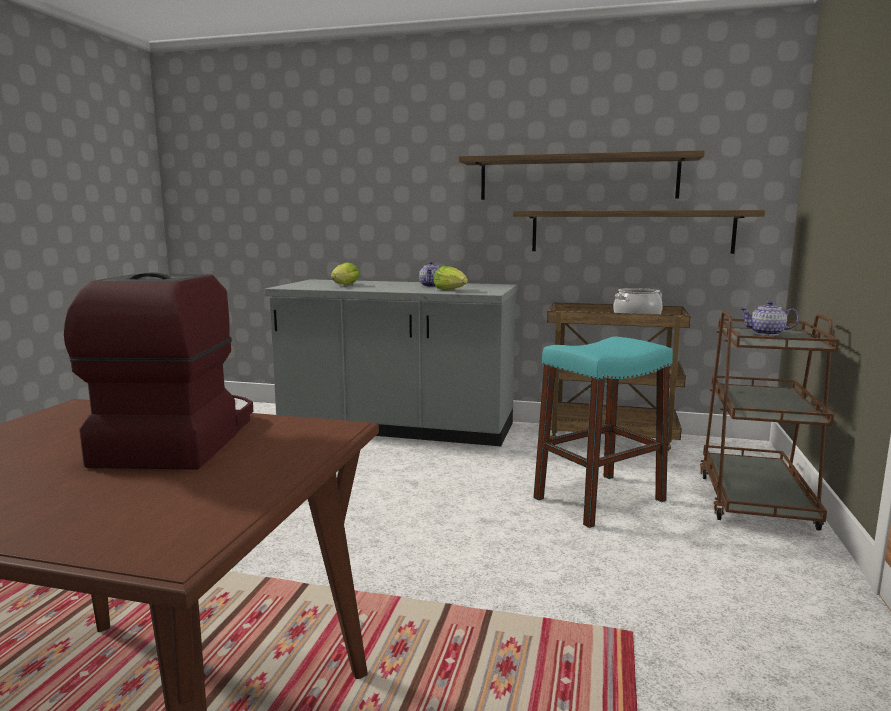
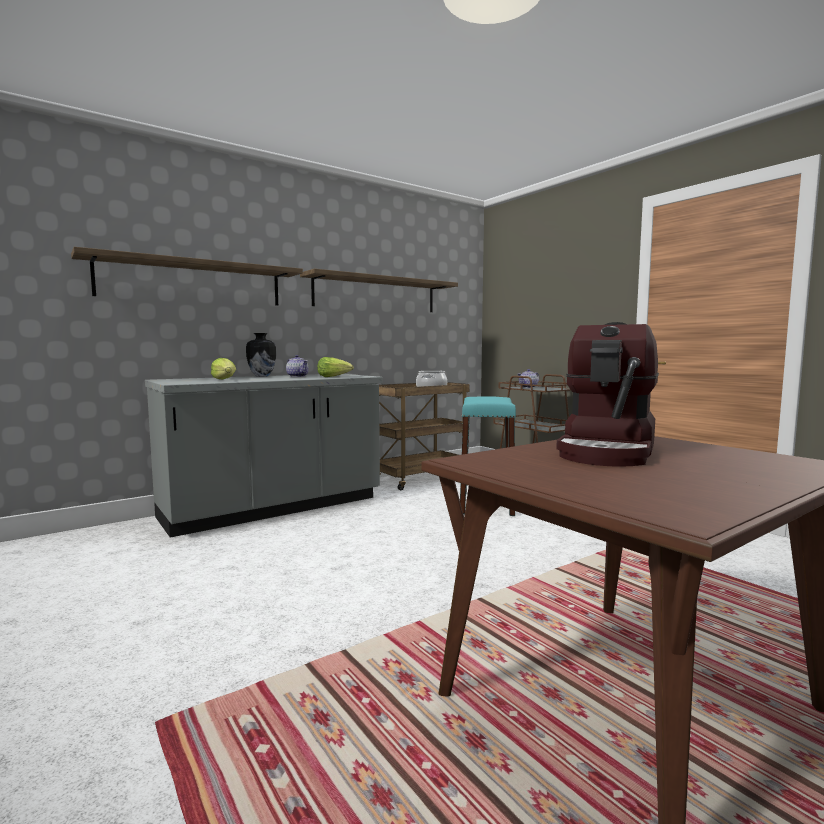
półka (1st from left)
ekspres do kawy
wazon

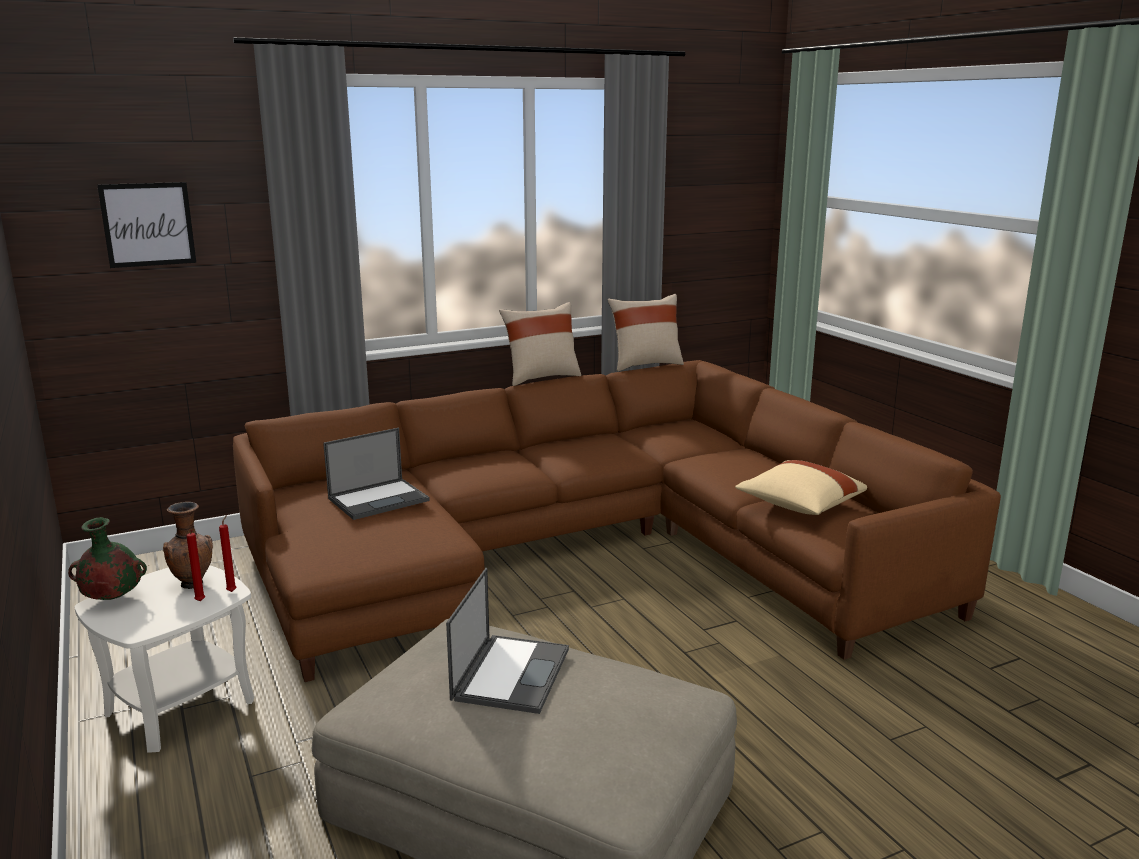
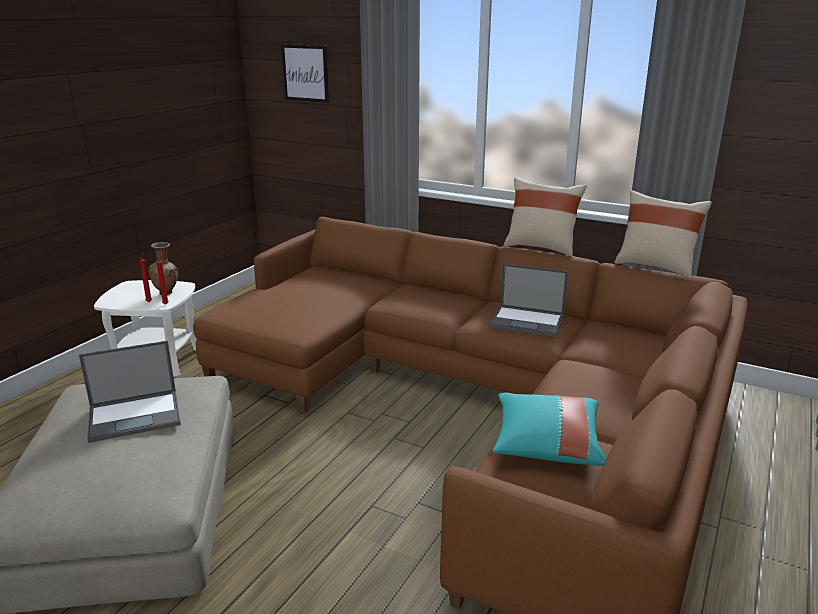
laptop (2nd from left)
poduszka (turkusowy)
wazon (zielony)

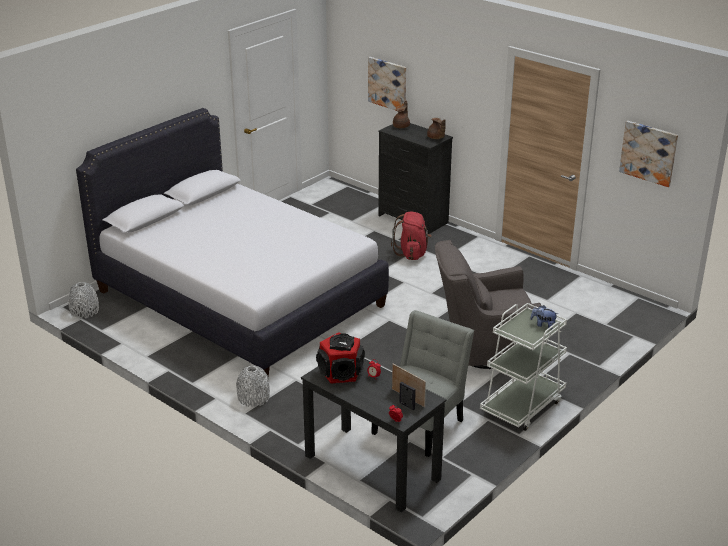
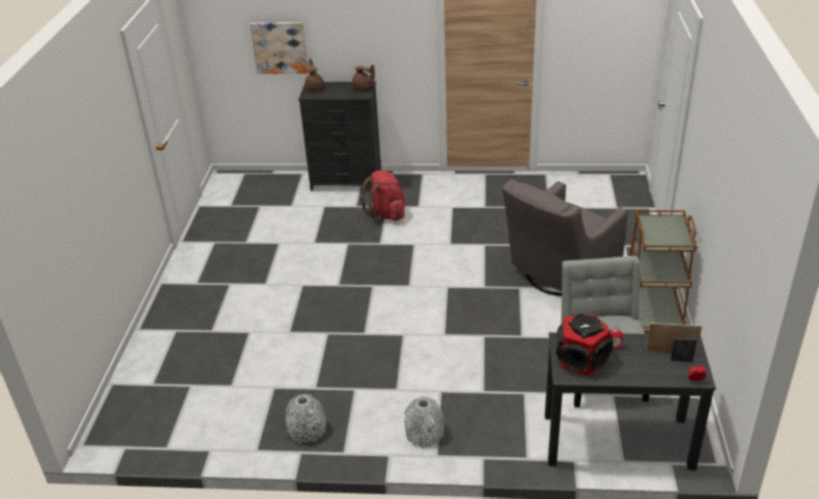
łóżko (biały)
obraz (2nd from left in the first image)
wazon (szary) (1st from left)
wózek (brązowy)
pluszak

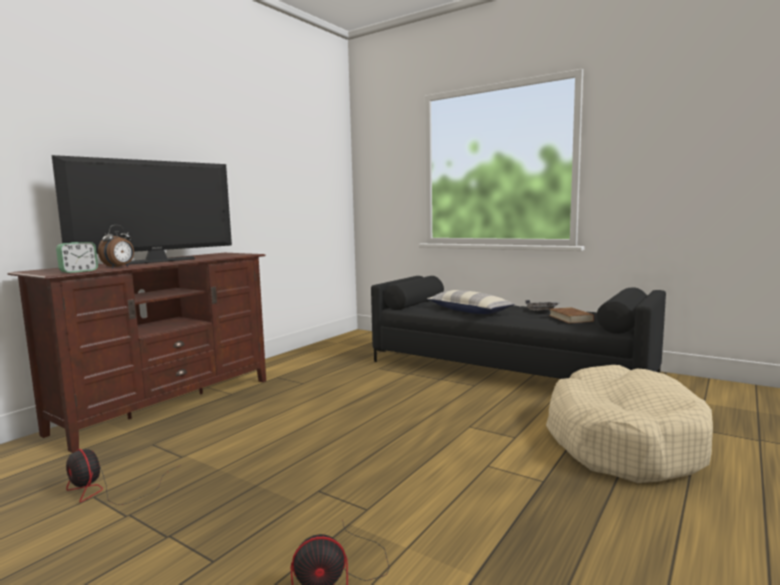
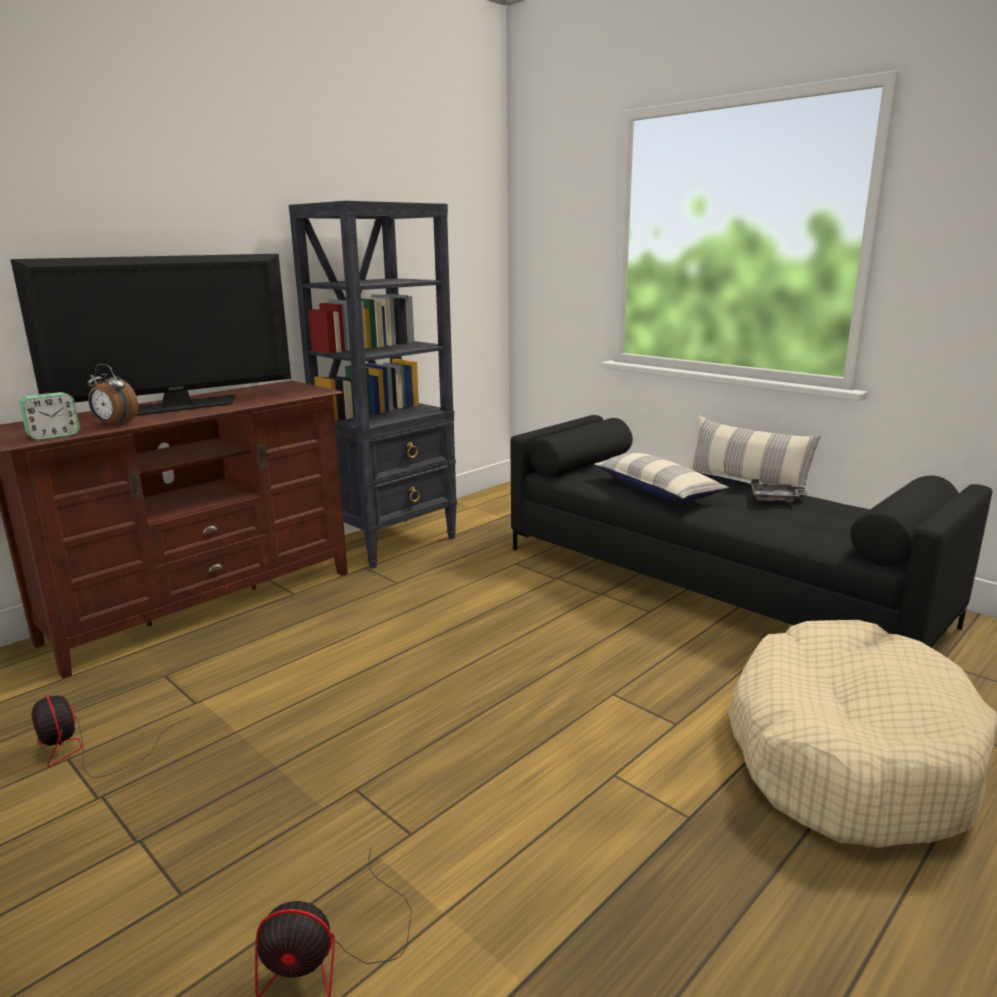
budzik (2nd from left)
książka (brązowy)
regał (czarny)
poduszka (2nd from left)

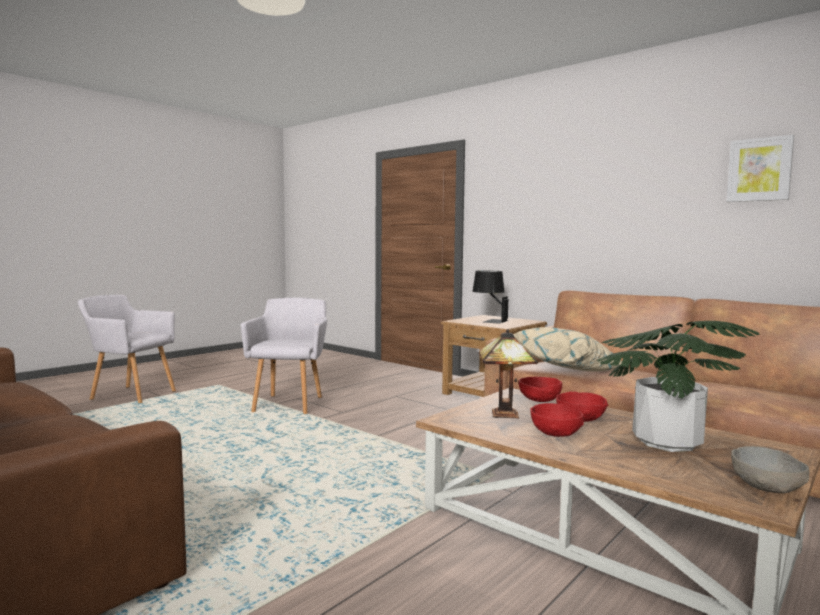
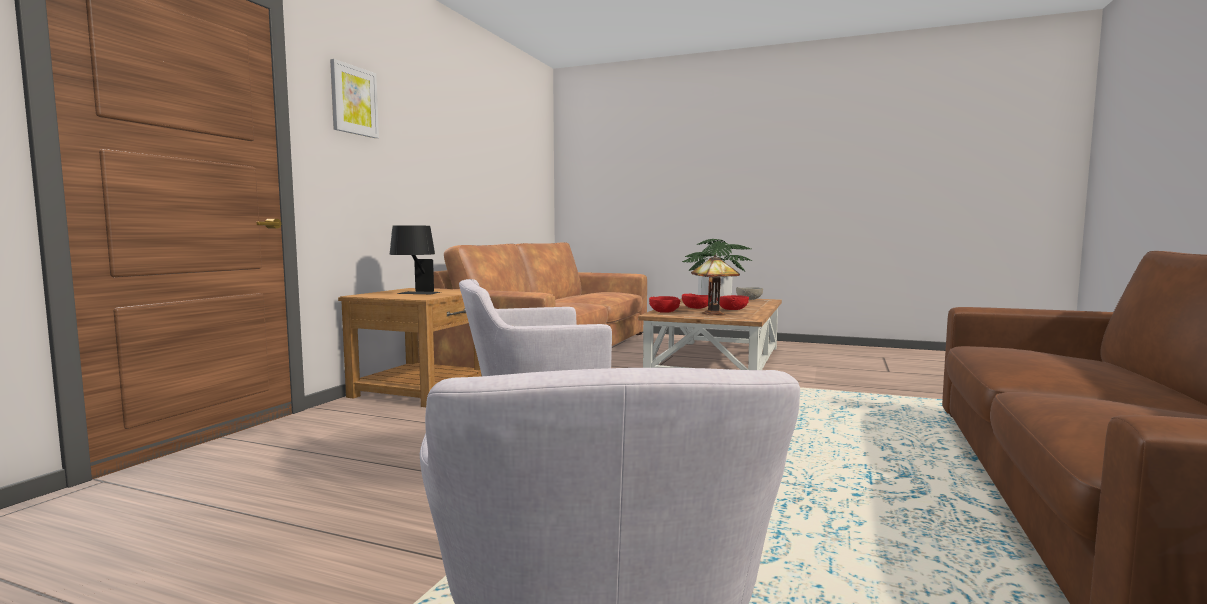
obraz
poduszka (beżowy)

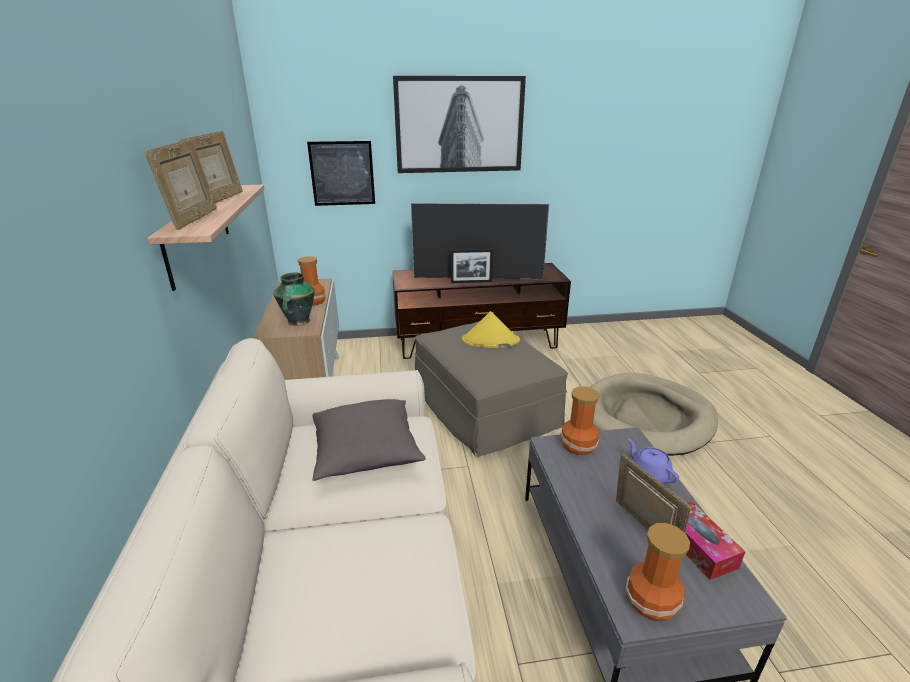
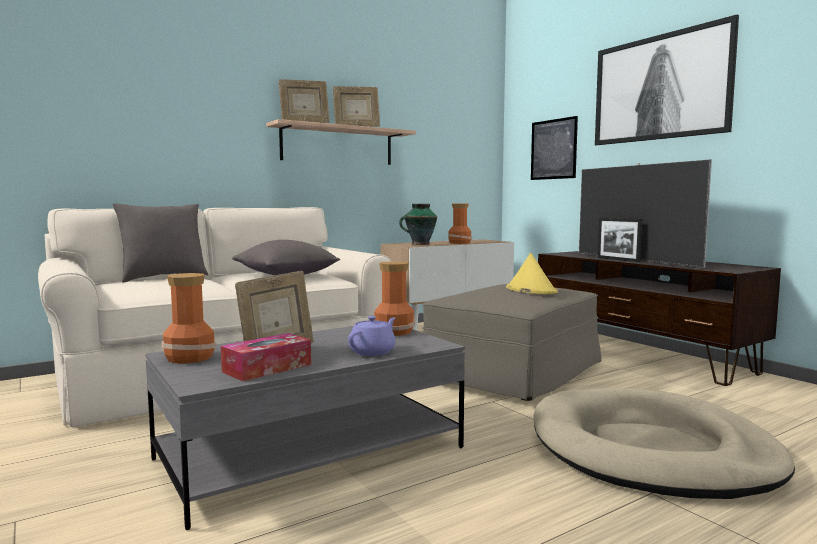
poduszka (szary) (1st from left)

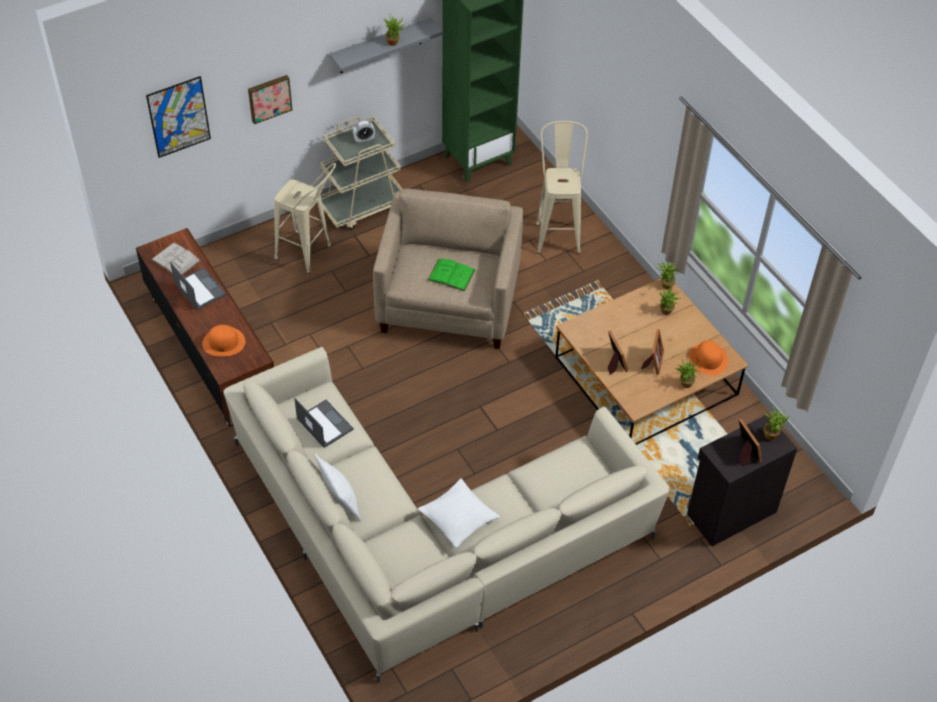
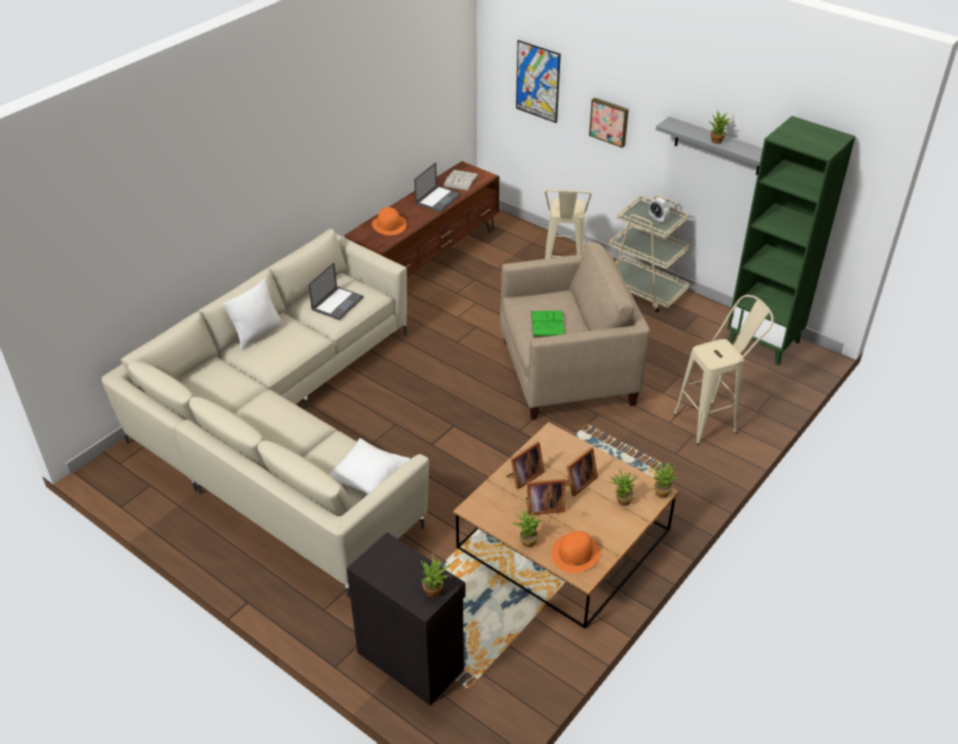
ramka na zdjęcie (3rd from left)
poduszka (biały) (2nd from left)

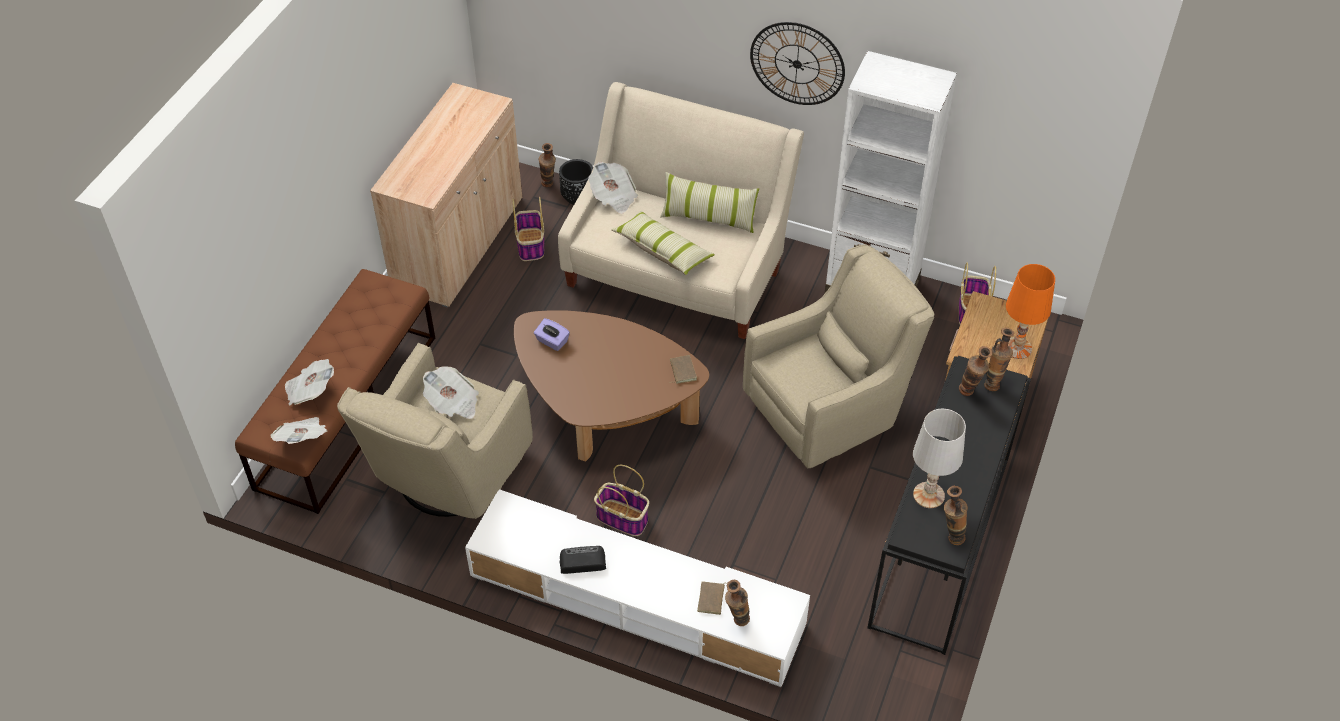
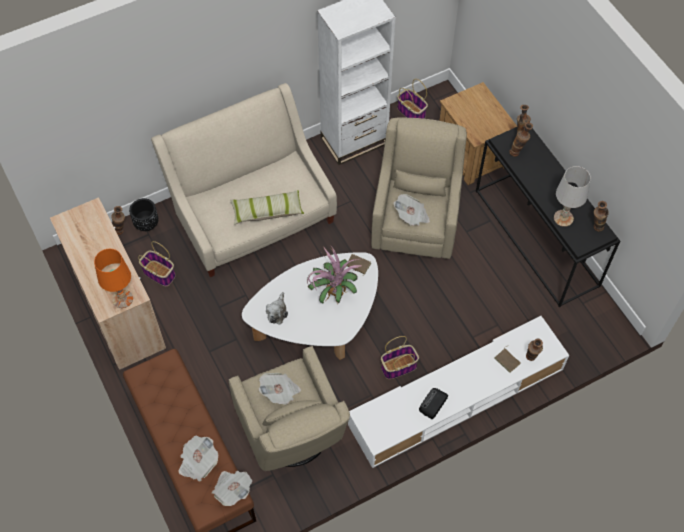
zegar ścienny
gazeta (4th from left)
poduszka (2nd from left in the first image)
lampa stołowa (pomarańczowy)
ława (biały)
pluszak
roślina doniczkowa

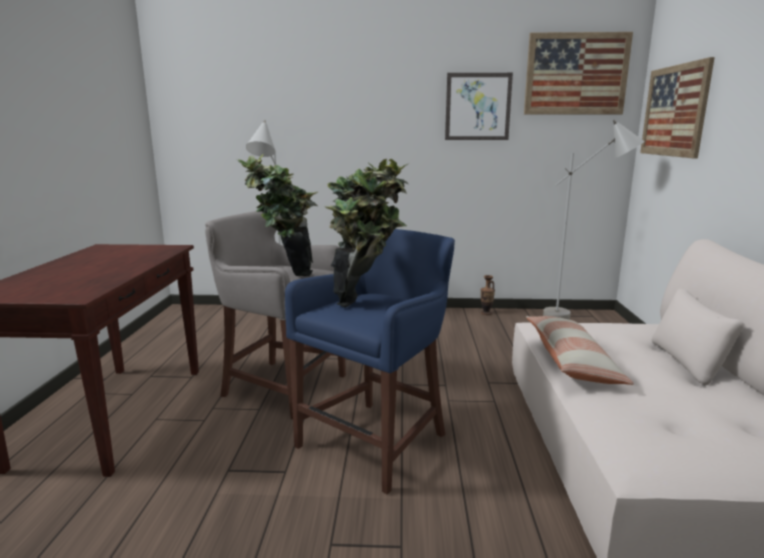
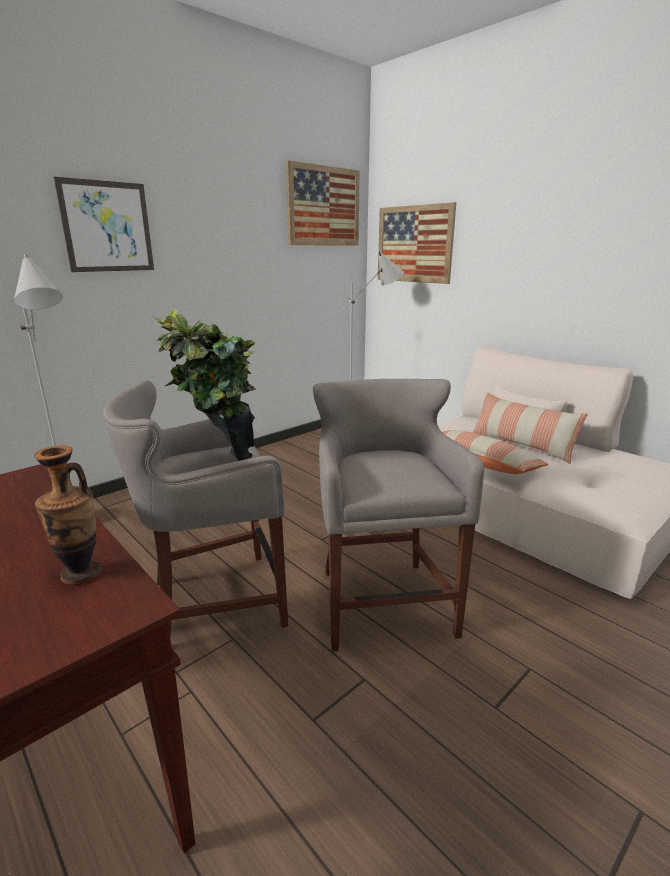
obraz (1st from left)
roślina doniczkowa (2nd from left in the first image)
stołek (szary) (2nd from left)
wazon
poduszka (2nd from left)

